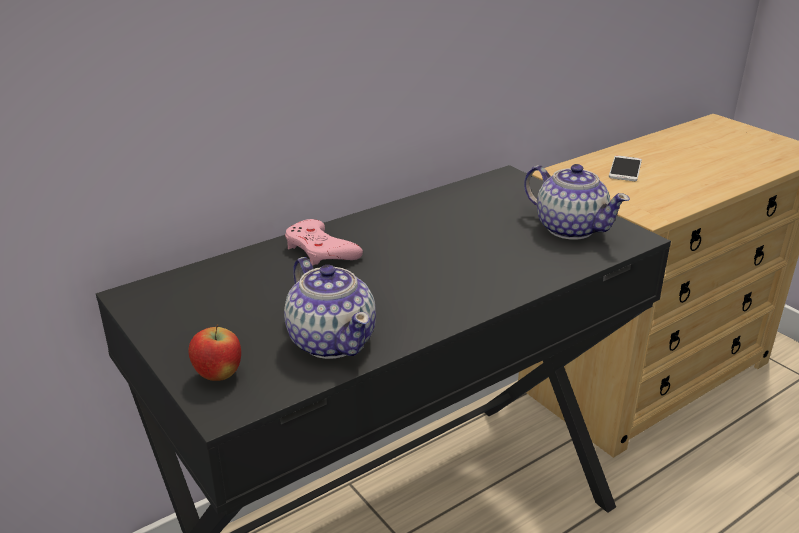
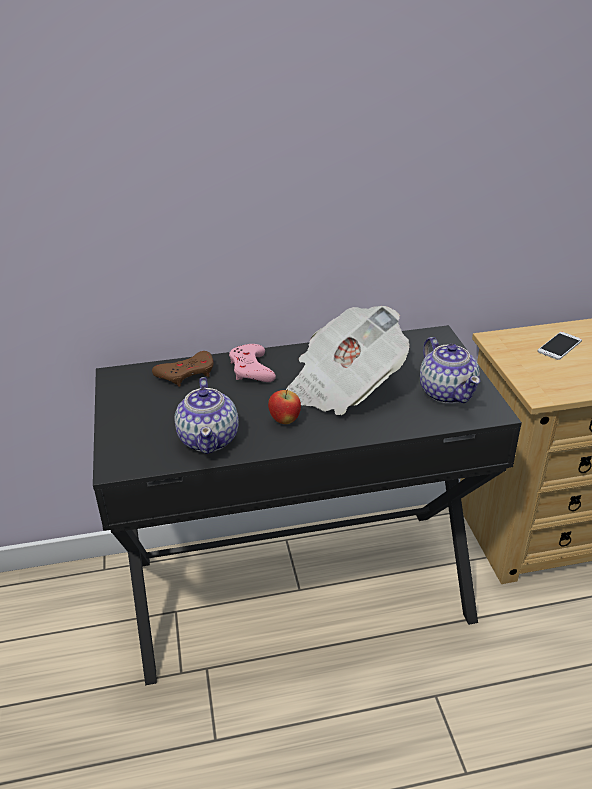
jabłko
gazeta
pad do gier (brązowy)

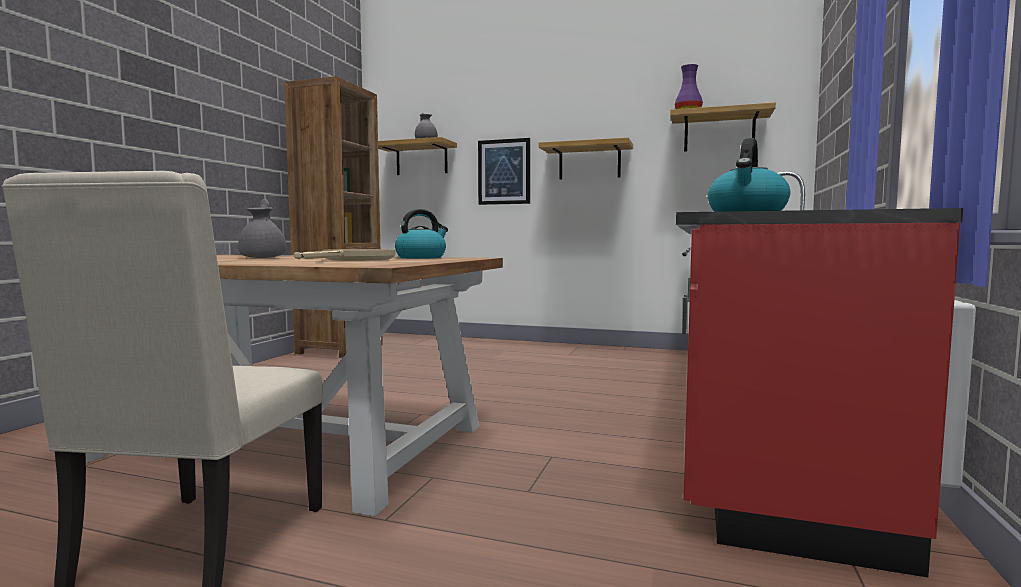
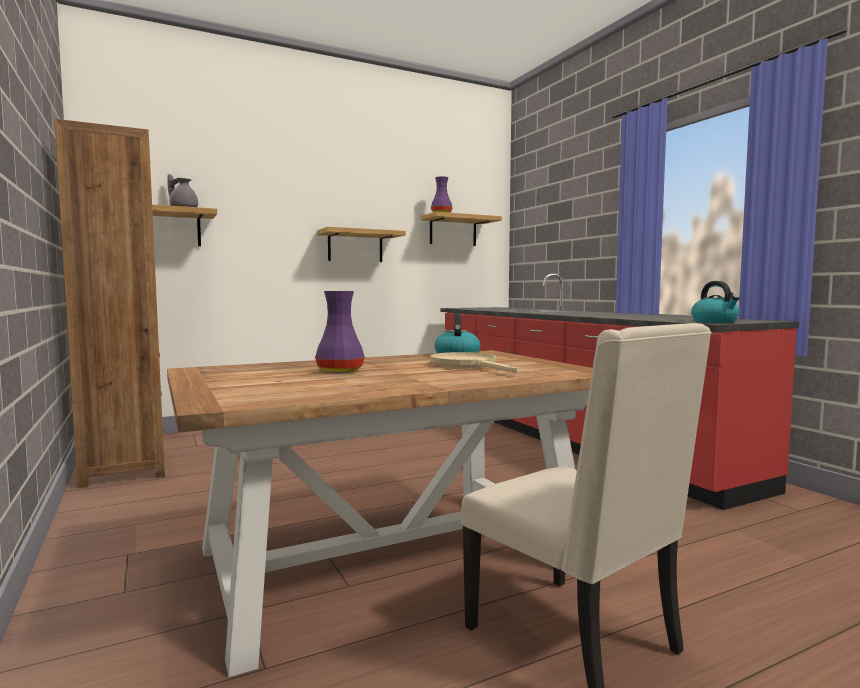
obraz
wazon (fioletowy) (1st from left)

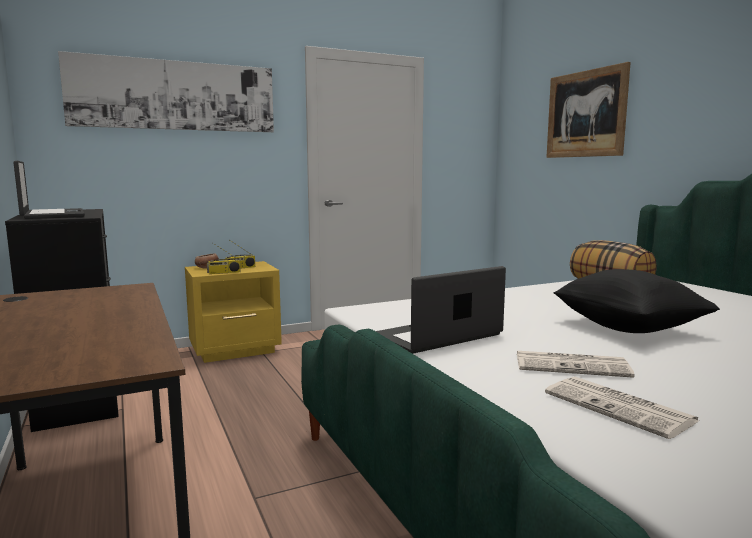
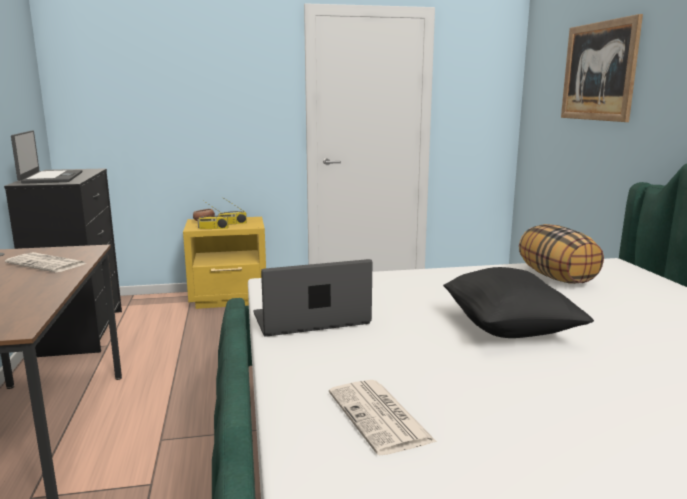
obraz (1st from left in the first image)
gazeta (1st from left)

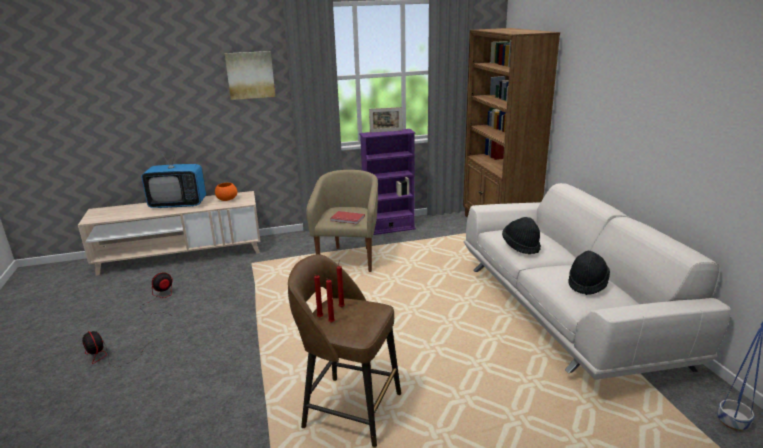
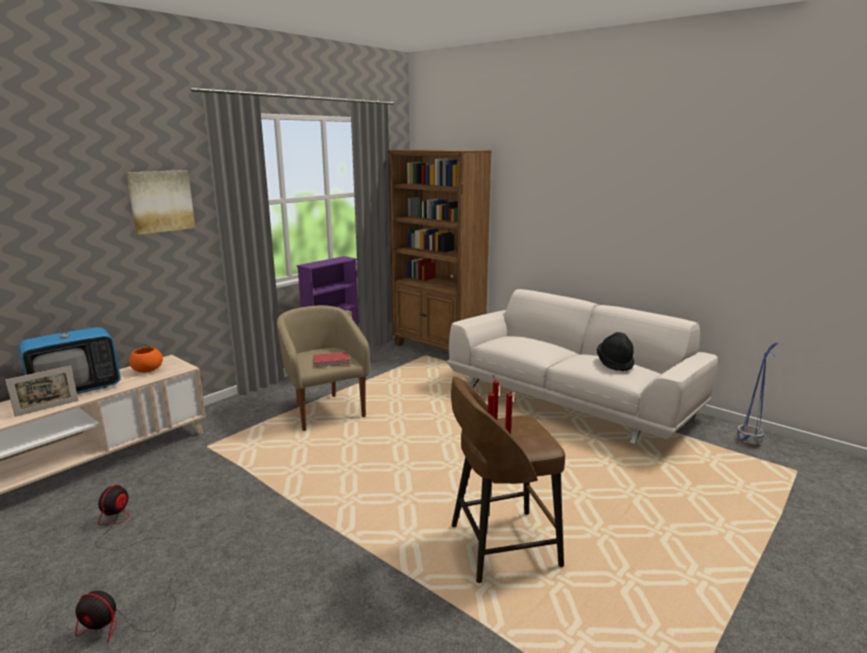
ramka na zdjęcie
kapelusz (czarny) (1st from left in the first image)

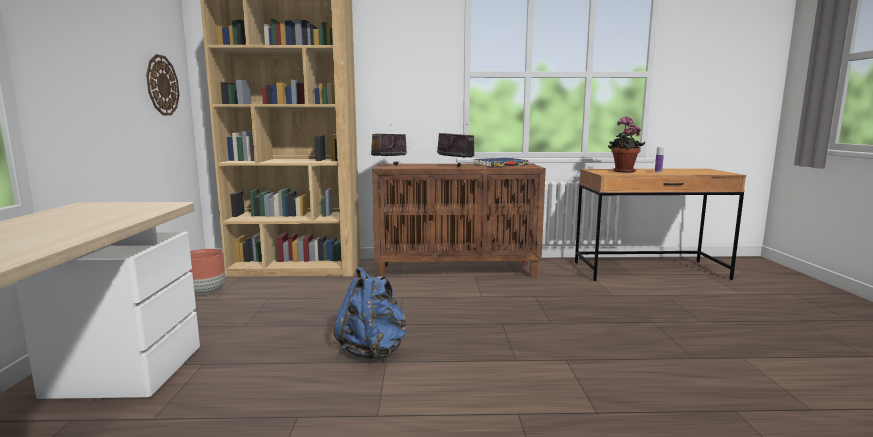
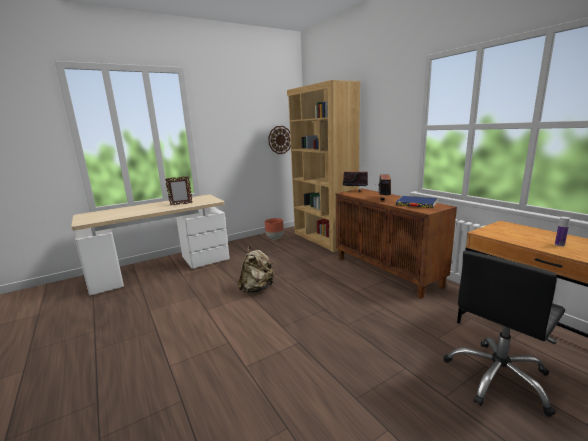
roślina doniczkowa
plecak (beżowy)
ramka na zdjęcie
krzesło biurowe (czarny)

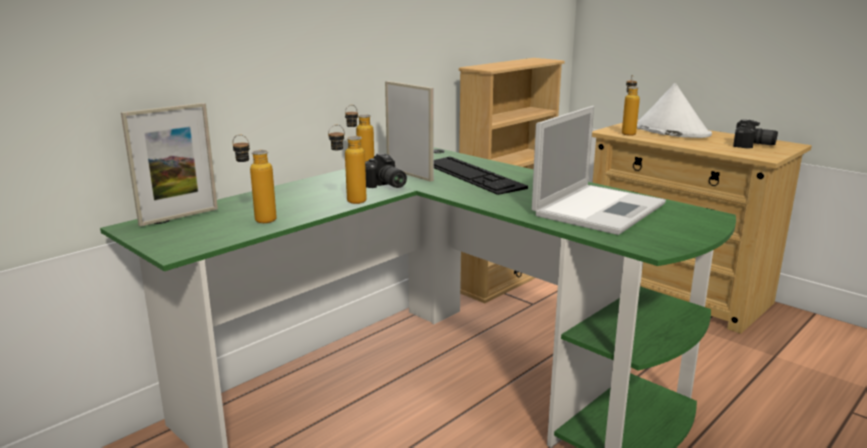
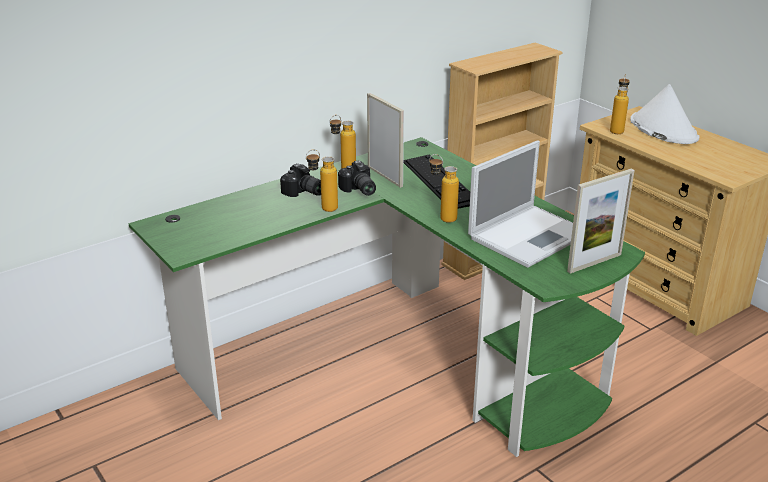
ramka na zdjęcie (2nd from left)
aparat fotograficzny (1st from left)
butelka (3rd from left)

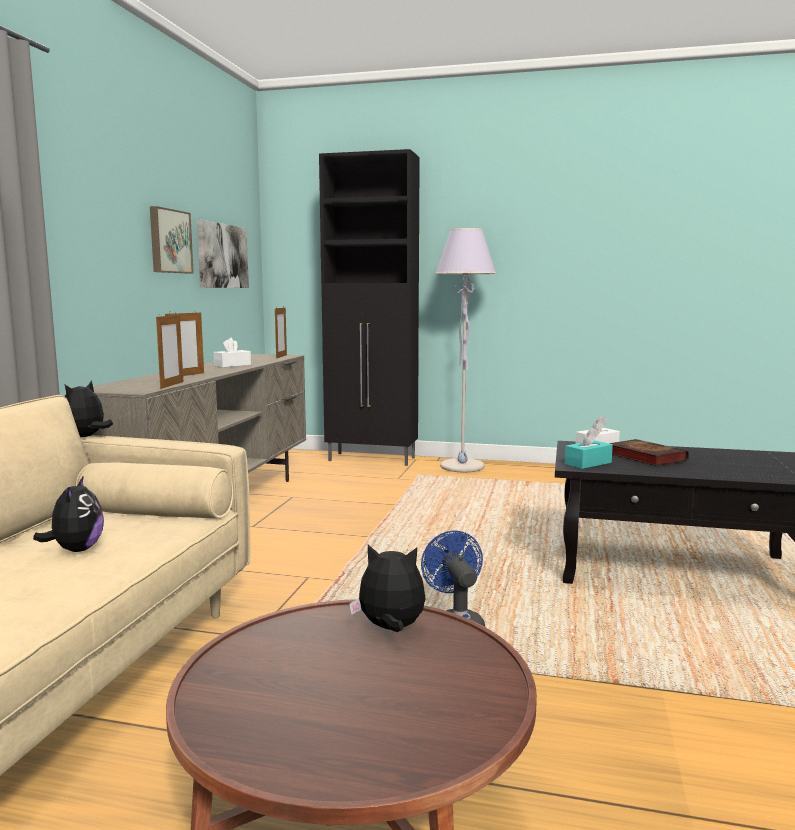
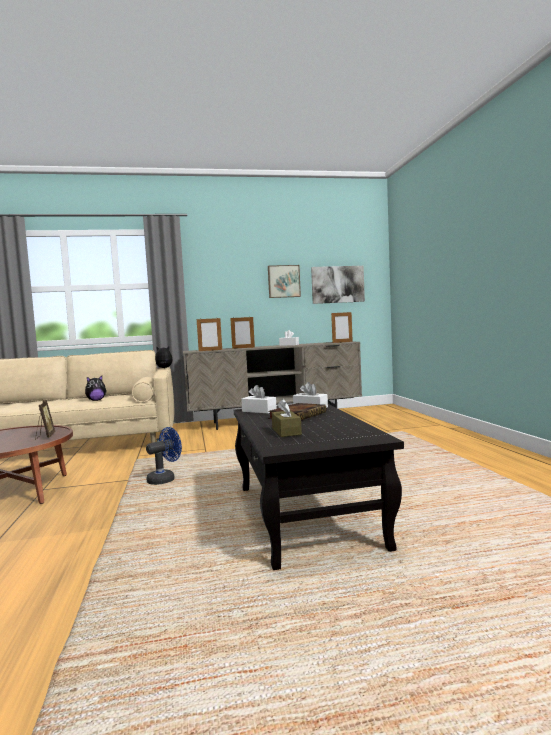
szafka (czarny)
lampa stojąca (szary)
pudełko chusteczek (biały) (1st from left)
ramka na zdjęcie (1st from left)
pudełko chusteczek (brązowy)

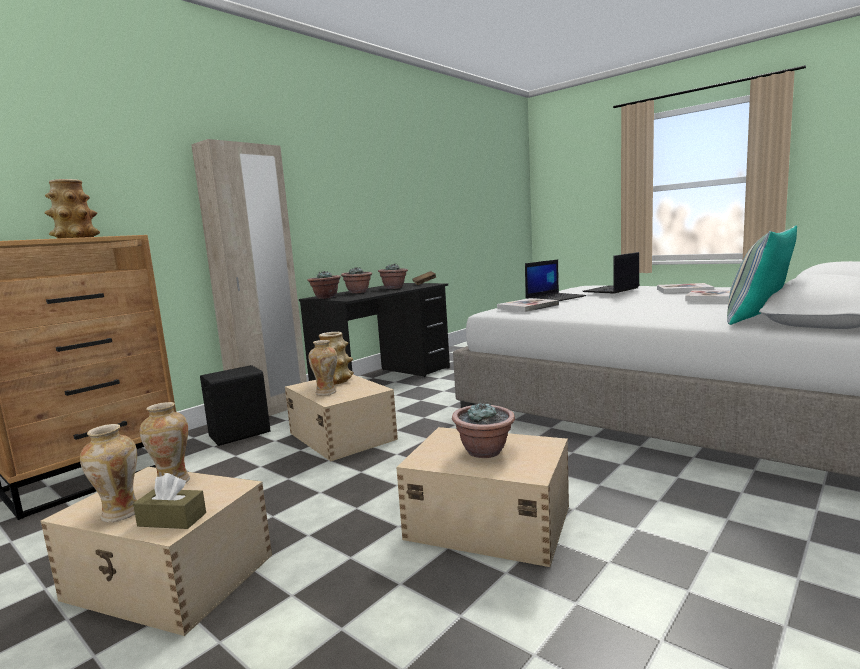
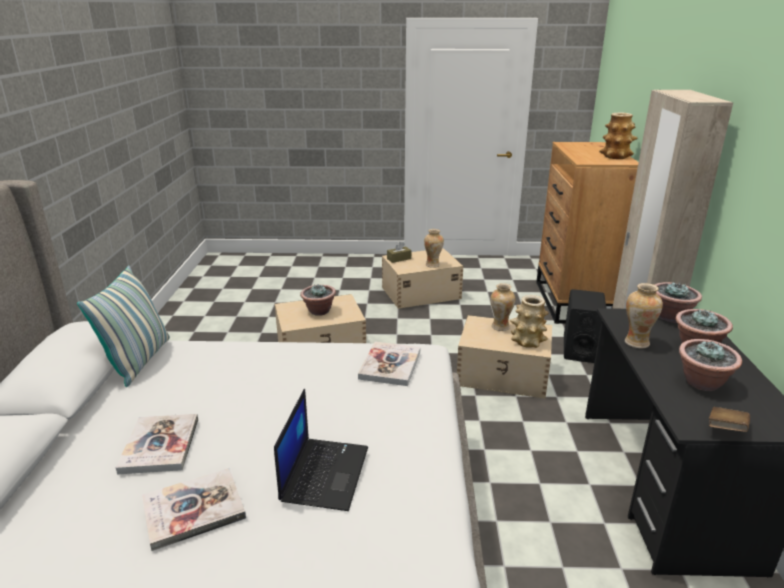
laptop (1st from left in the first image)
wazon (5th from left)

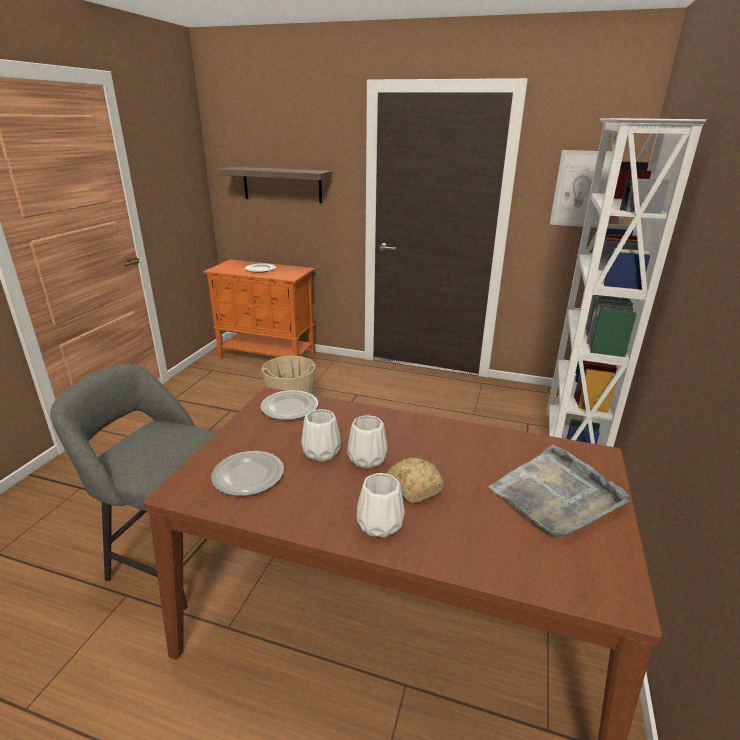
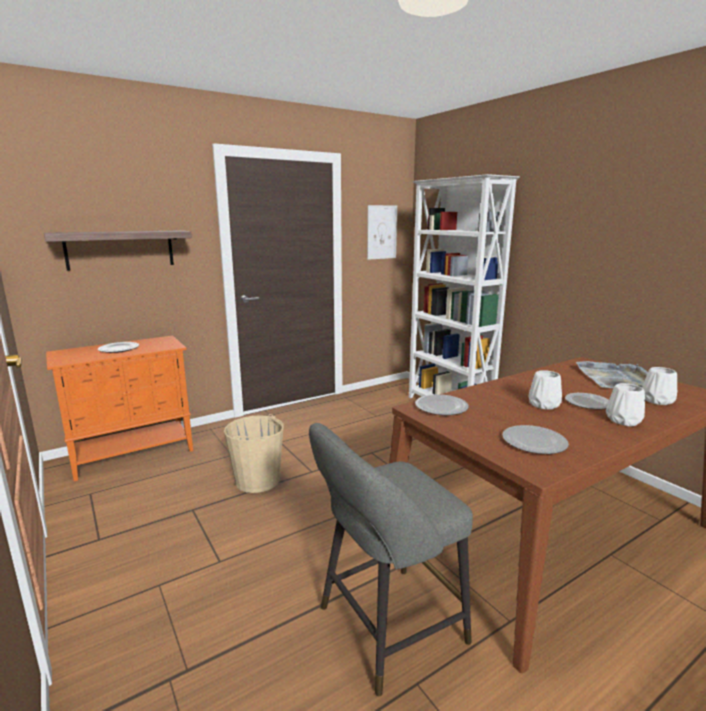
wazon (biały) (3rd from left)
talerz (4th from left)

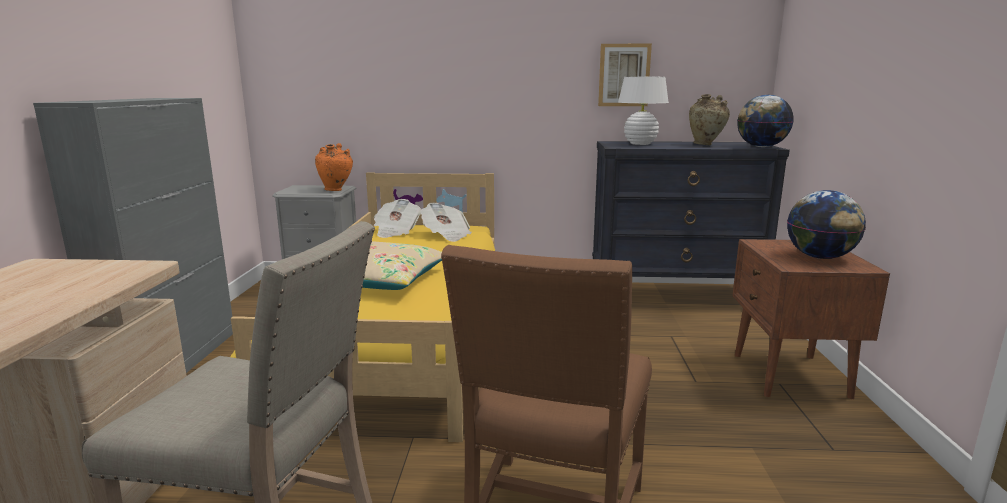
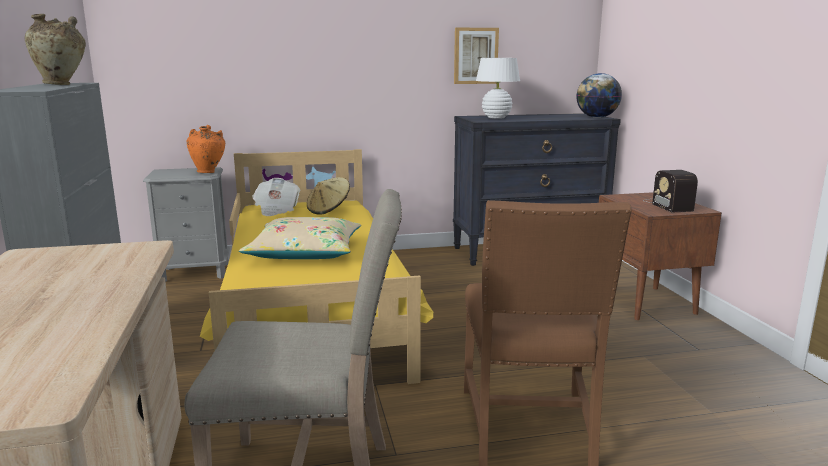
wazon (beżowy)
radio
kapelusz (beżowy)

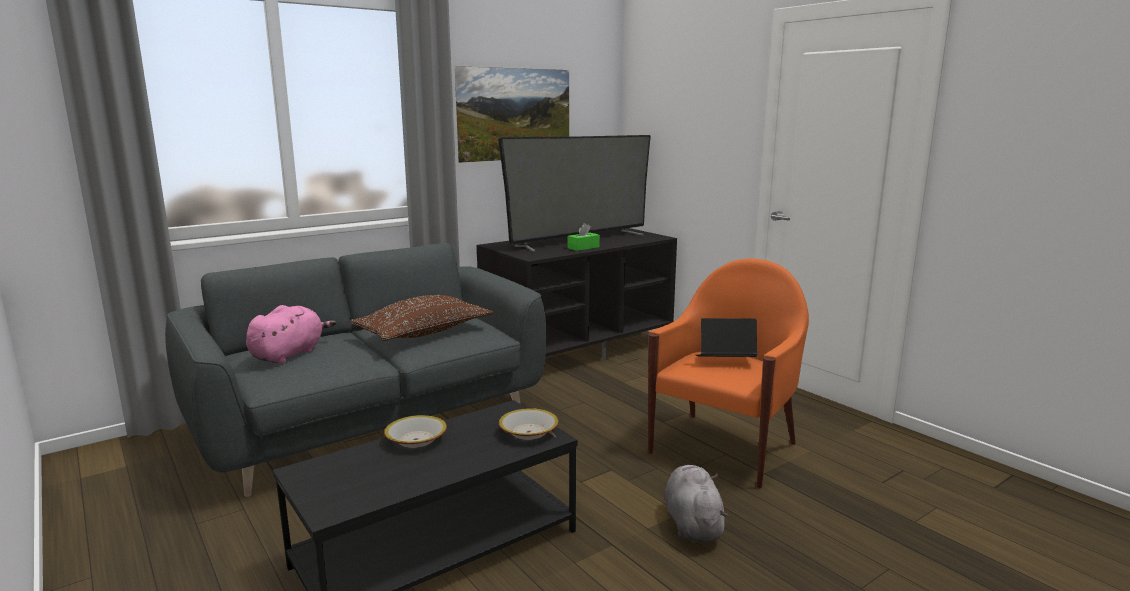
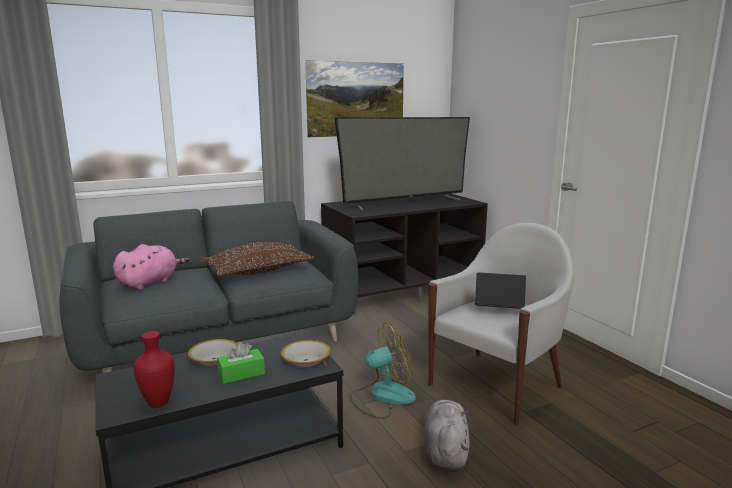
pudełko chusteczek (zielony)
fotel (biały)
wentylator
wazon (czerwony)

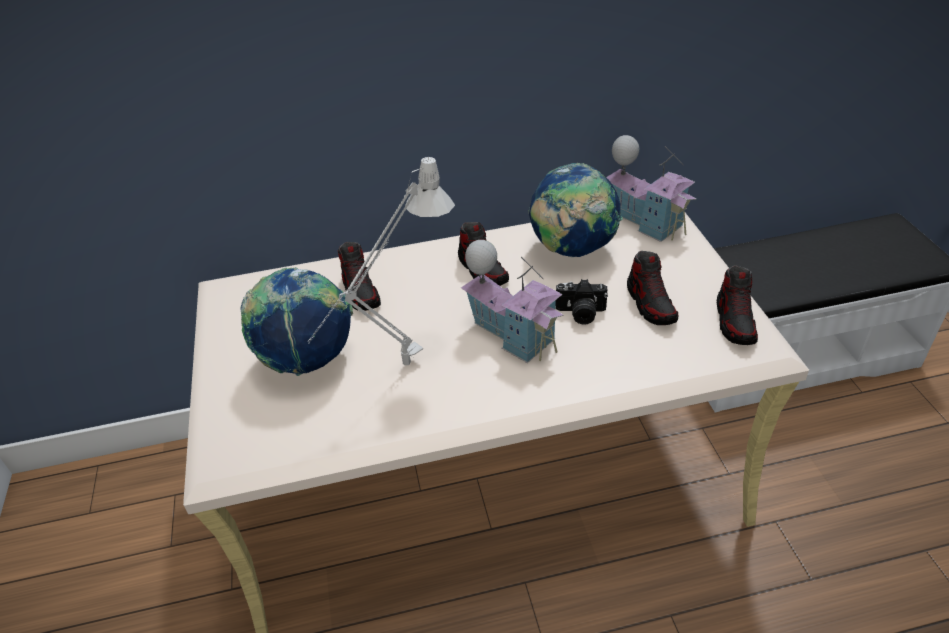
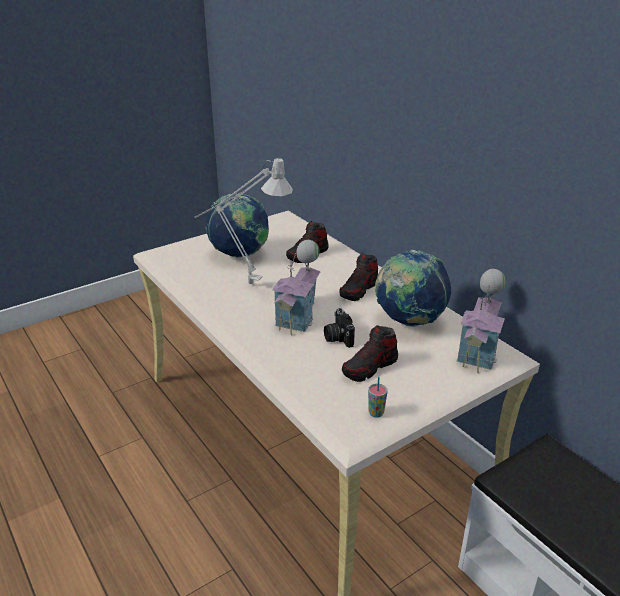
filiżanka

